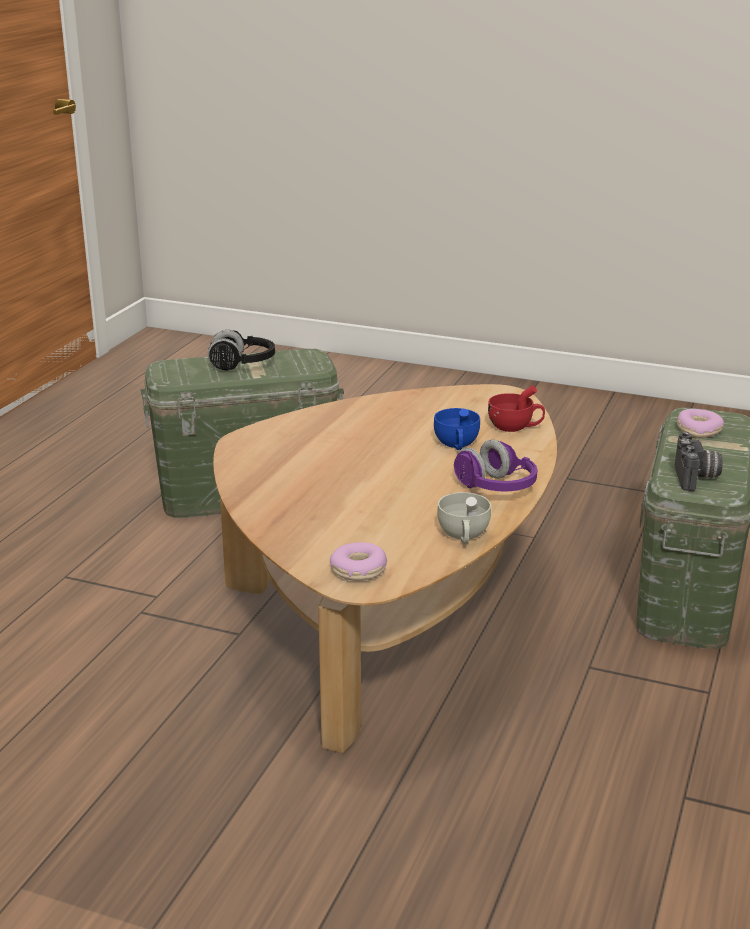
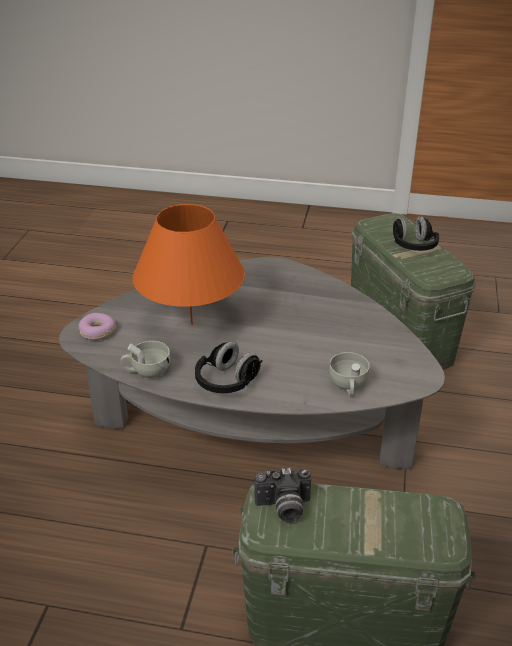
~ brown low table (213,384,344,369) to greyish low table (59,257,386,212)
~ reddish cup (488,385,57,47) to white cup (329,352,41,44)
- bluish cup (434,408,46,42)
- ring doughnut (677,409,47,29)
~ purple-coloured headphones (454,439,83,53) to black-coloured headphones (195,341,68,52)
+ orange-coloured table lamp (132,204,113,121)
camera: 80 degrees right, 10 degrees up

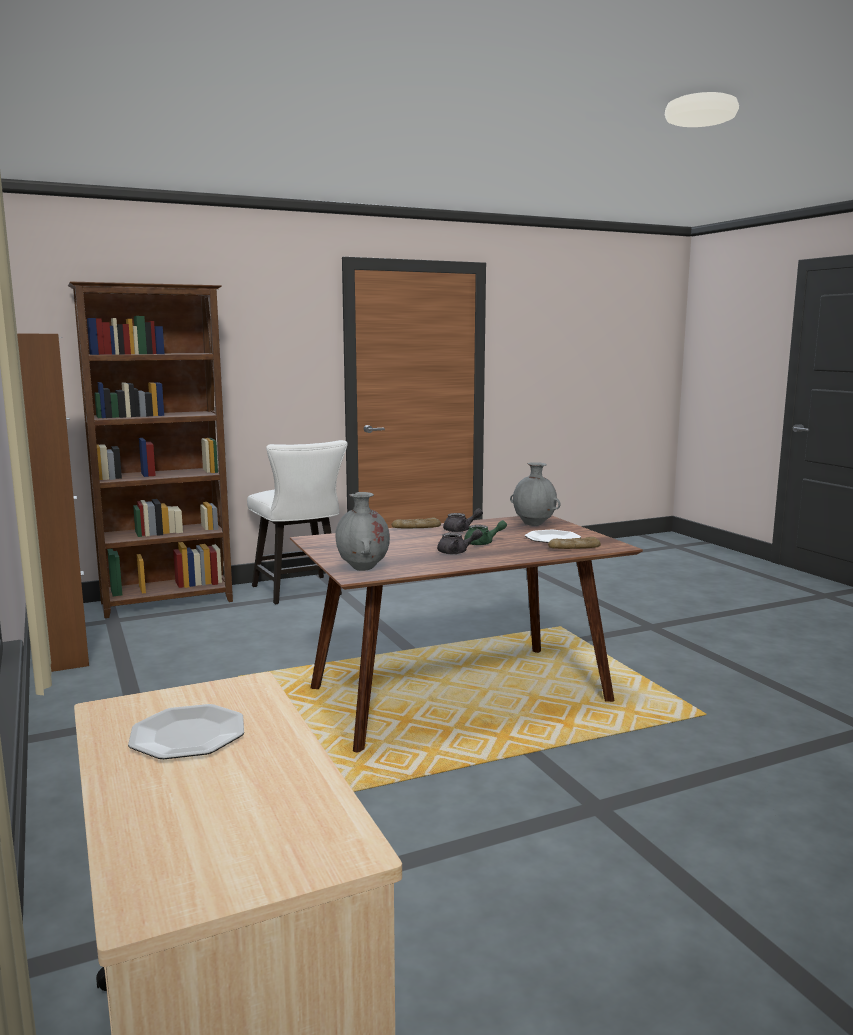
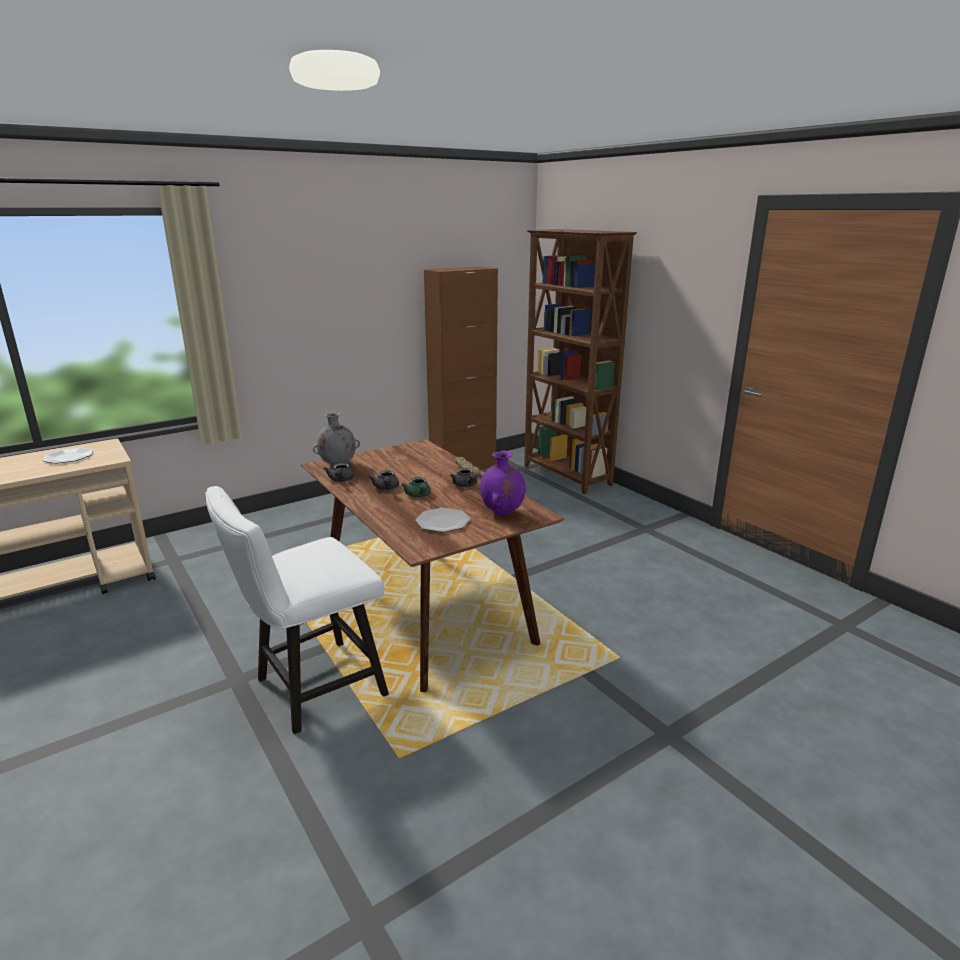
~ white plain chair (247,440,101,164) to (205,486,184,248)
~ greyish vase (510,462,51,64) to purple-coloured vase (480,451,46,65)
- baked bread (548,537,53,12)
+ greyish pot for tea (324,463,30,19)
camera: 80 degrees right, 10 degrees up

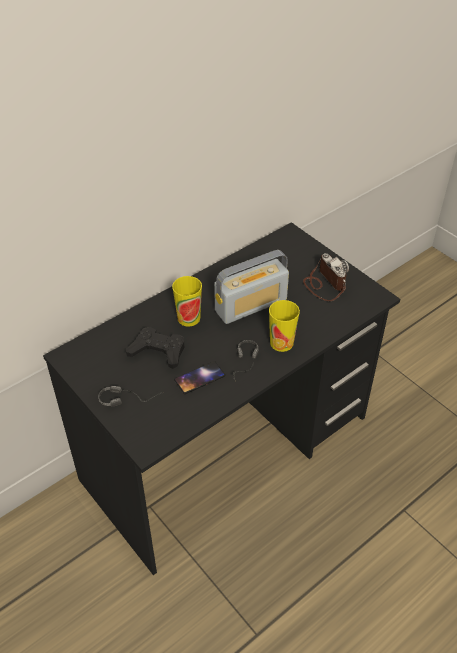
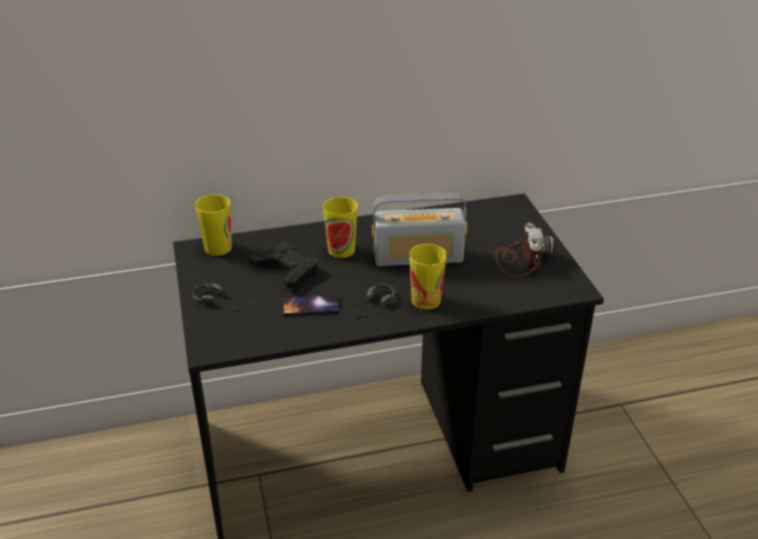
+ cup (195,195,37,61)
camera: 25 degrees right, 10 degrees down

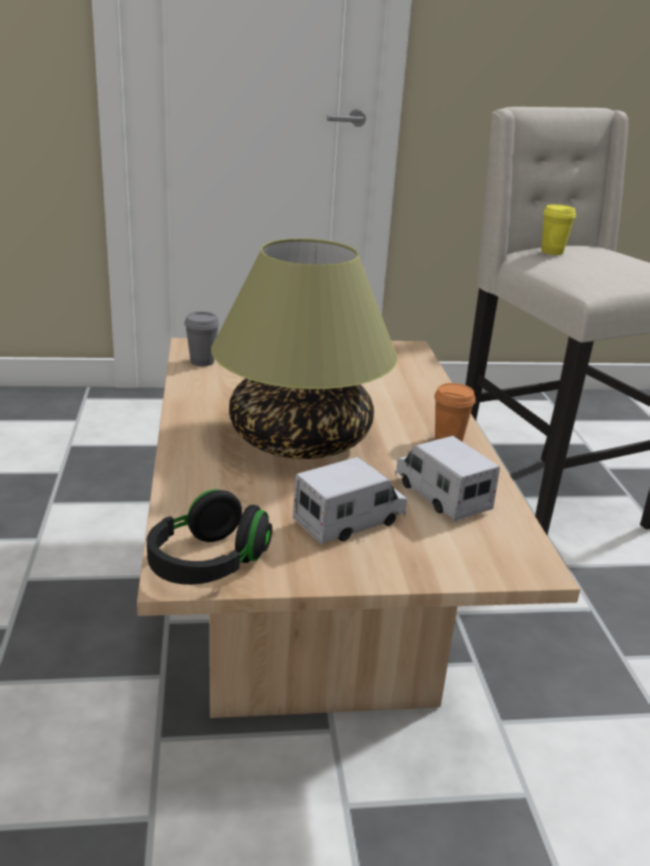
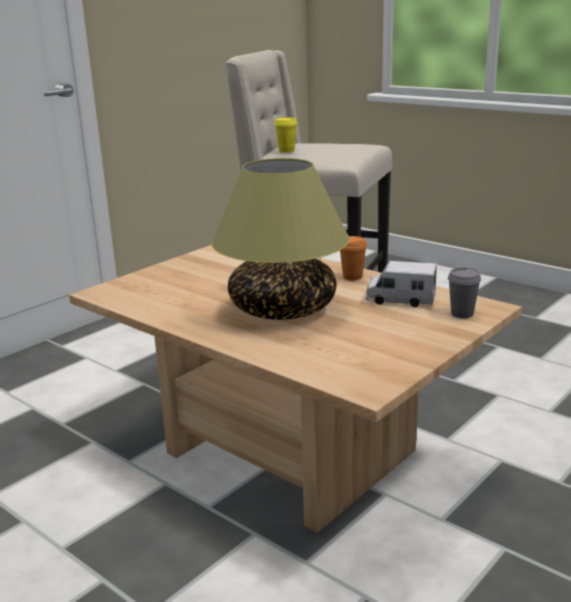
~ greyish cup (184,311,36,55) to (448,267,33,51)
- toy truck (293,457,114,88)
- black-coloured headphones (147,489,125,96)
camera: 40 degrees left, 5 degrees down

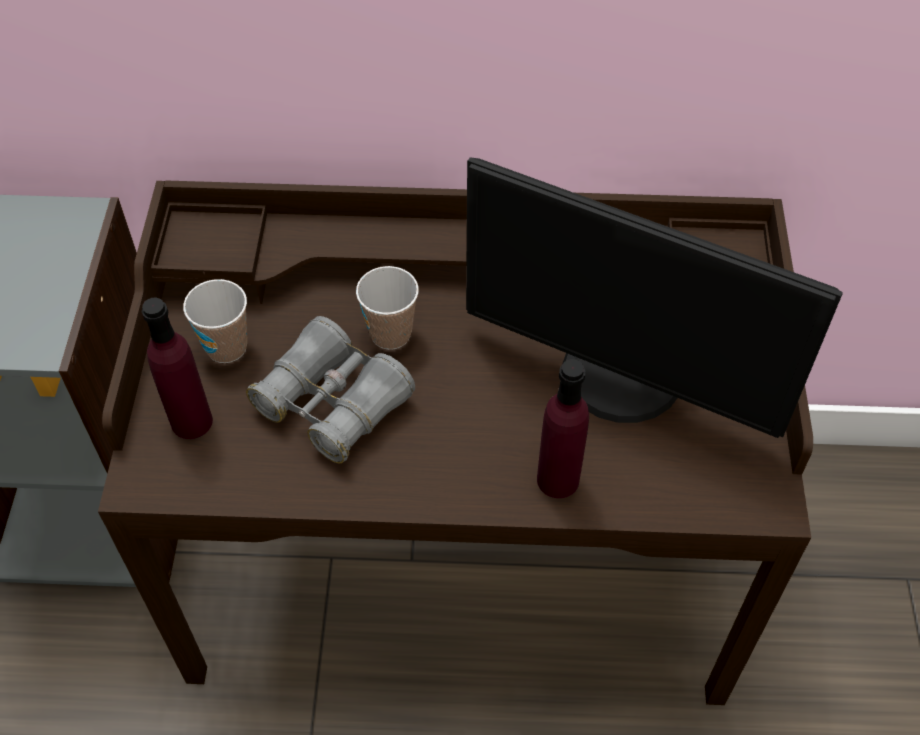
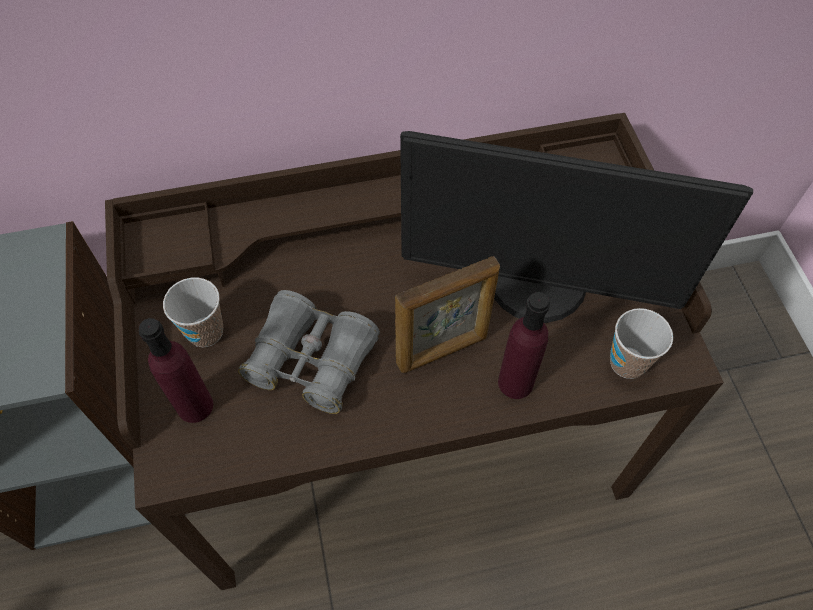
~ cup (356,266,63,84) to (610,308,63,71)
+ photo frame (395,256,105,117)
camera: 15 degrees left, 5 degrees up

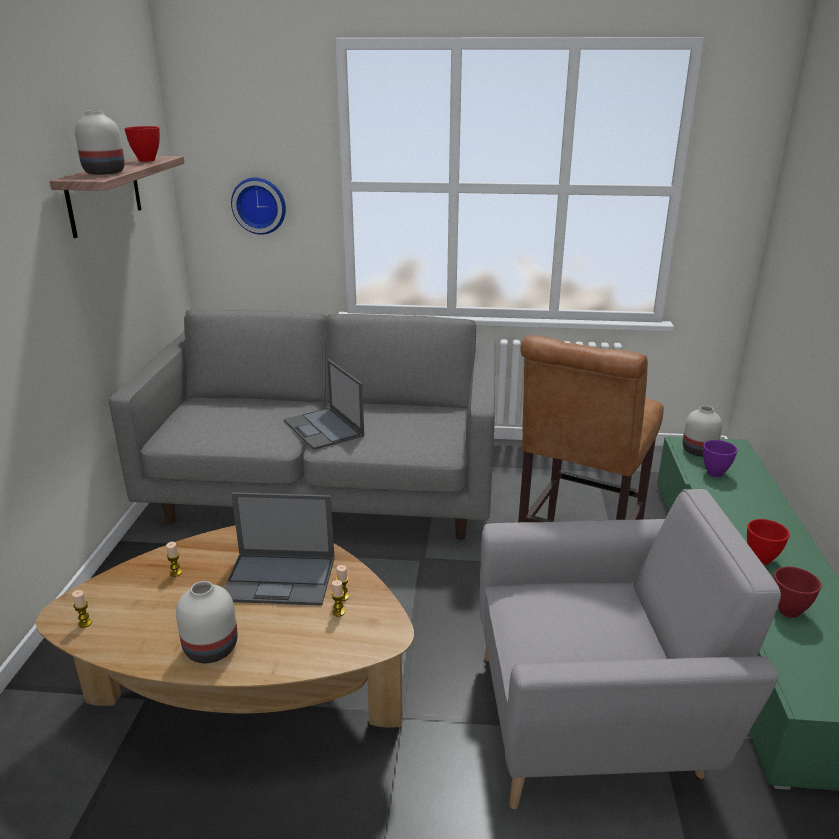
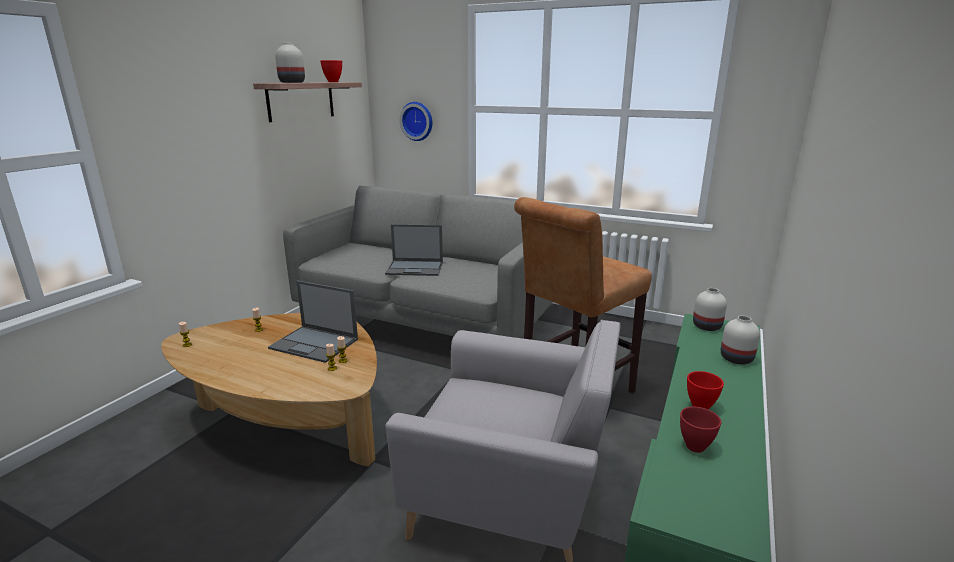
~ notebook computer (284,359,80,91) = (385,224,58,52) 75 degrees counterclockwise
- purple-coloured serving bowl (703,440,35,37)
~ white vase (176,581,62,82) to (721,316,39,49)
camera: 20 degrees right, 5 degrees down

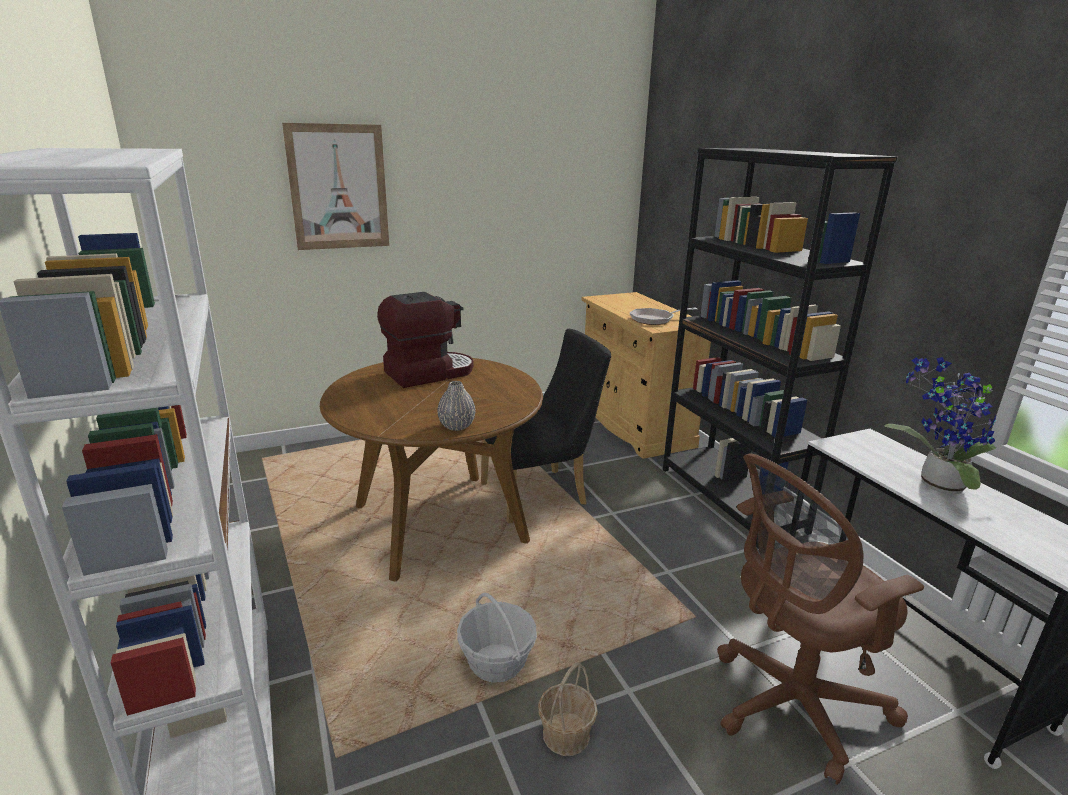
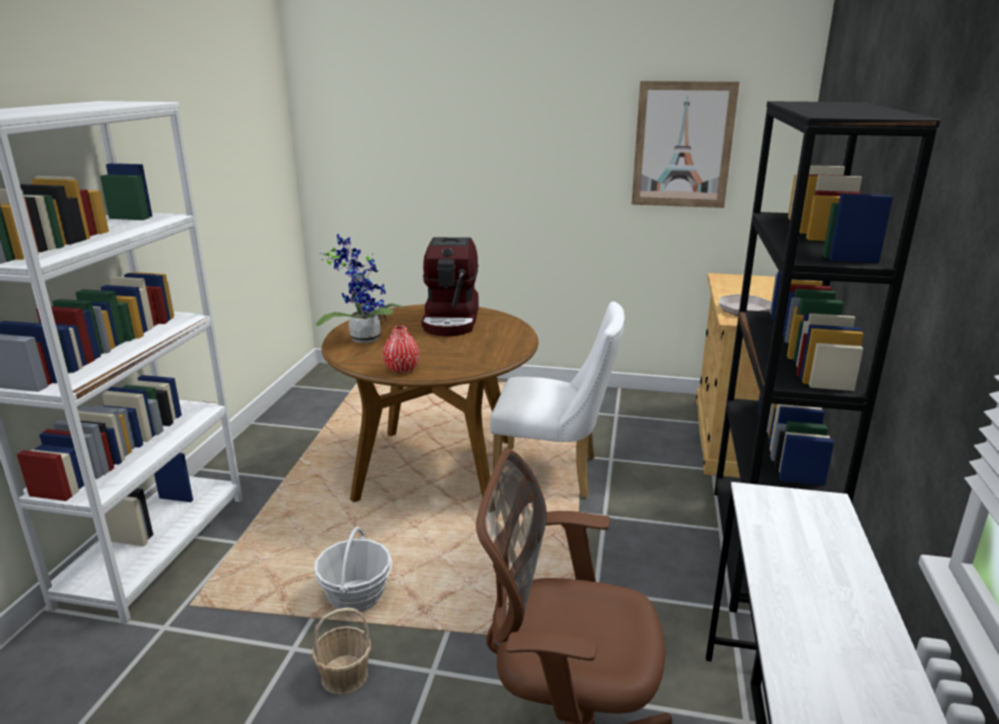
~ picture (282,123,107,127) to (631,81,108,127)
~ coffee brewer (377,292,97,96) = (421,237,58,99) 90 degrees clockwise
~ black-coloured plain chair (481,329,130,195) to white plain chair (490,301,135,197)
~ potted plant (885,357,111,138) to (316,234,90,109)
~ greyish vase (437,381,38,50) to reddish vase (383,325,37,49)
camera: 35 degrees right, 0 degrees up

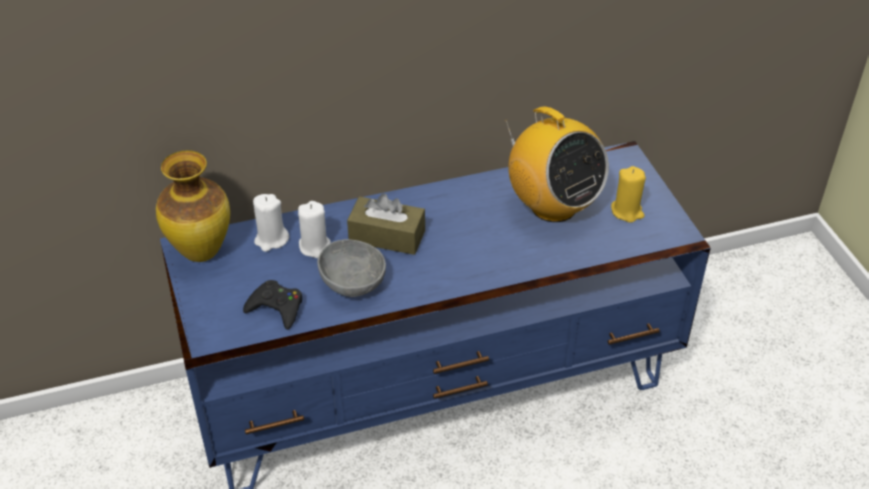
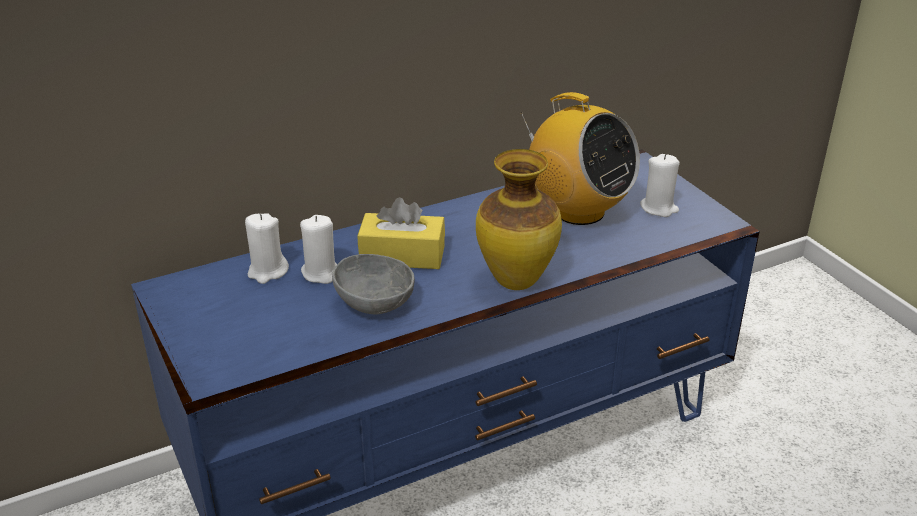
~ vase (156,150,74,112) to (476,149,86,141)
~ yellowish wax candle (611,166,35,57) to white wax candle (640,154,40,63)
~ brown box of tissues (347,193,78,62) to yellowish box of tissues (357,197,88,72)
- black-coloured gamepad (243,280,59,50)
camera: 10 degrees left, 10 degrees down

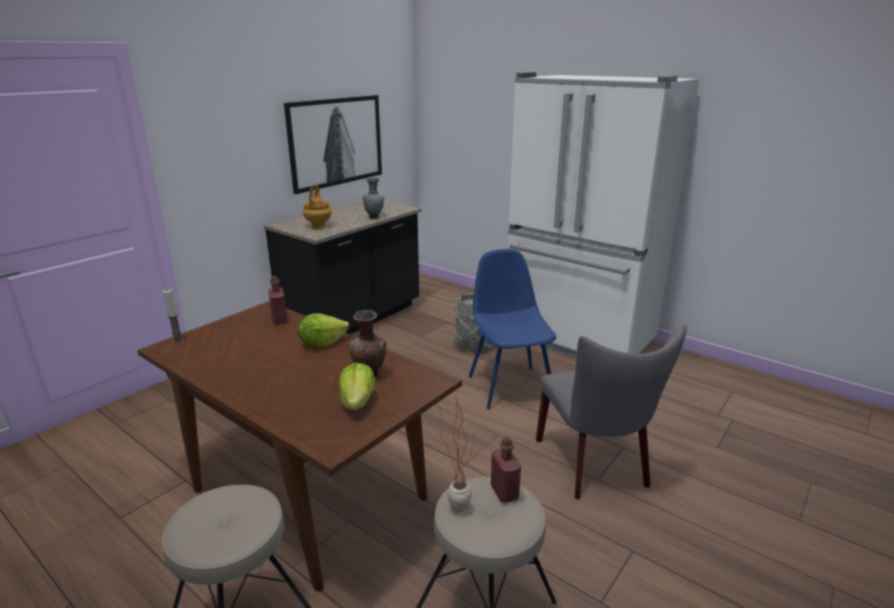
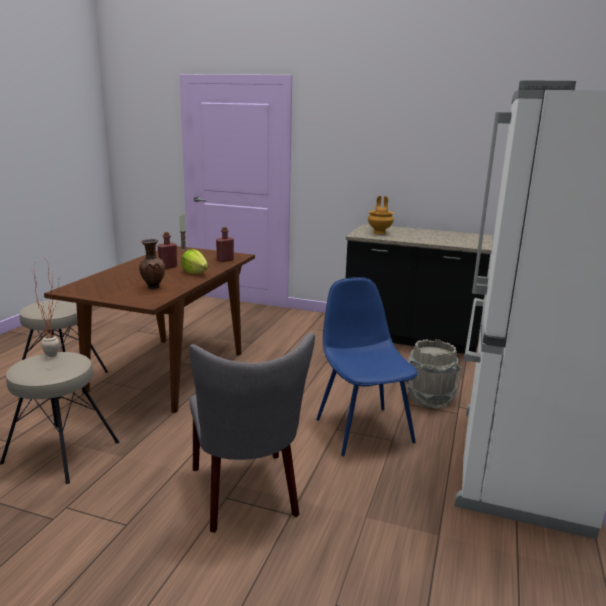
- picture (284,95,98,99)
- greyish vase (363,178,21,41)
~ bluish plain chair (469,249,87,160) = (316,277,102,179) 75 degrees counterclockwise
~ greyish plain chair (536,324,151,176) = (189,333,126,200) 75 degrees counterclockwise
- head of lettuce (339,363,37,47)
~ reddish beverage bottle (491,437,30,66) to (157,232,20,37)
camera: 70 degrees right, 5 degrees down

